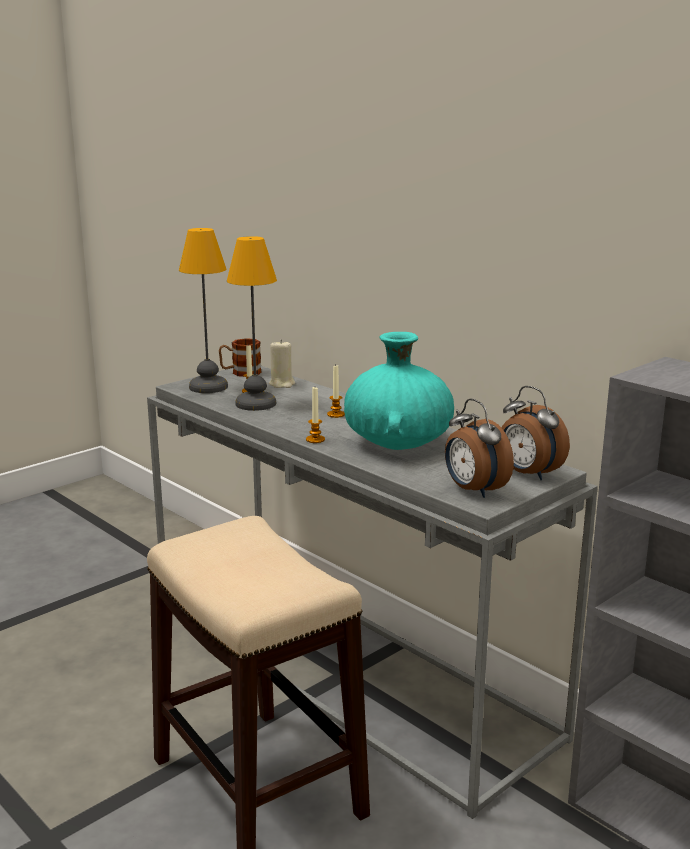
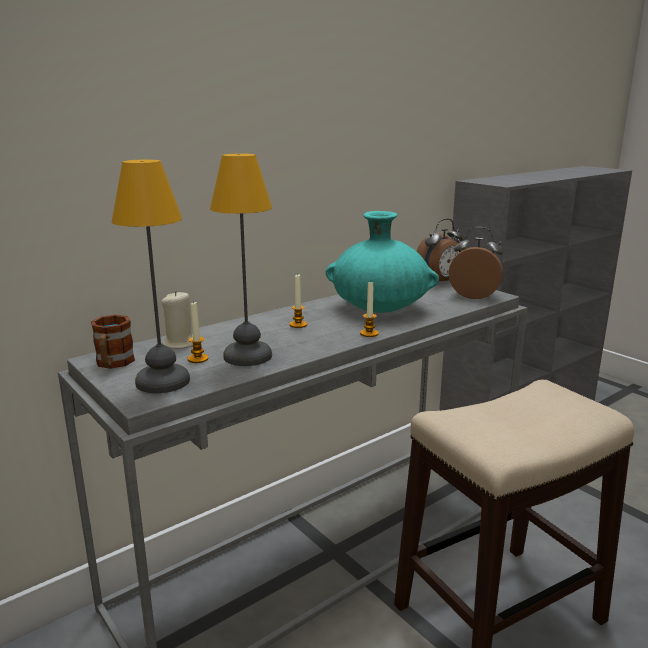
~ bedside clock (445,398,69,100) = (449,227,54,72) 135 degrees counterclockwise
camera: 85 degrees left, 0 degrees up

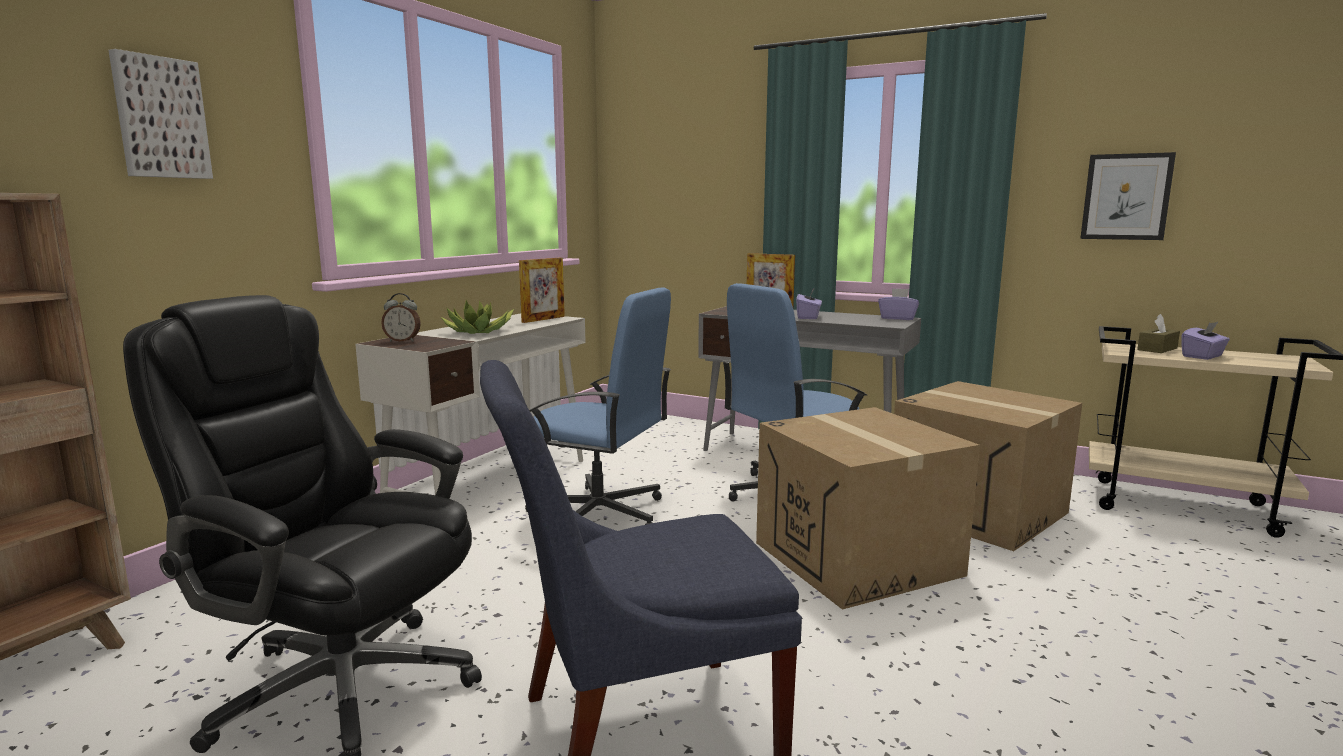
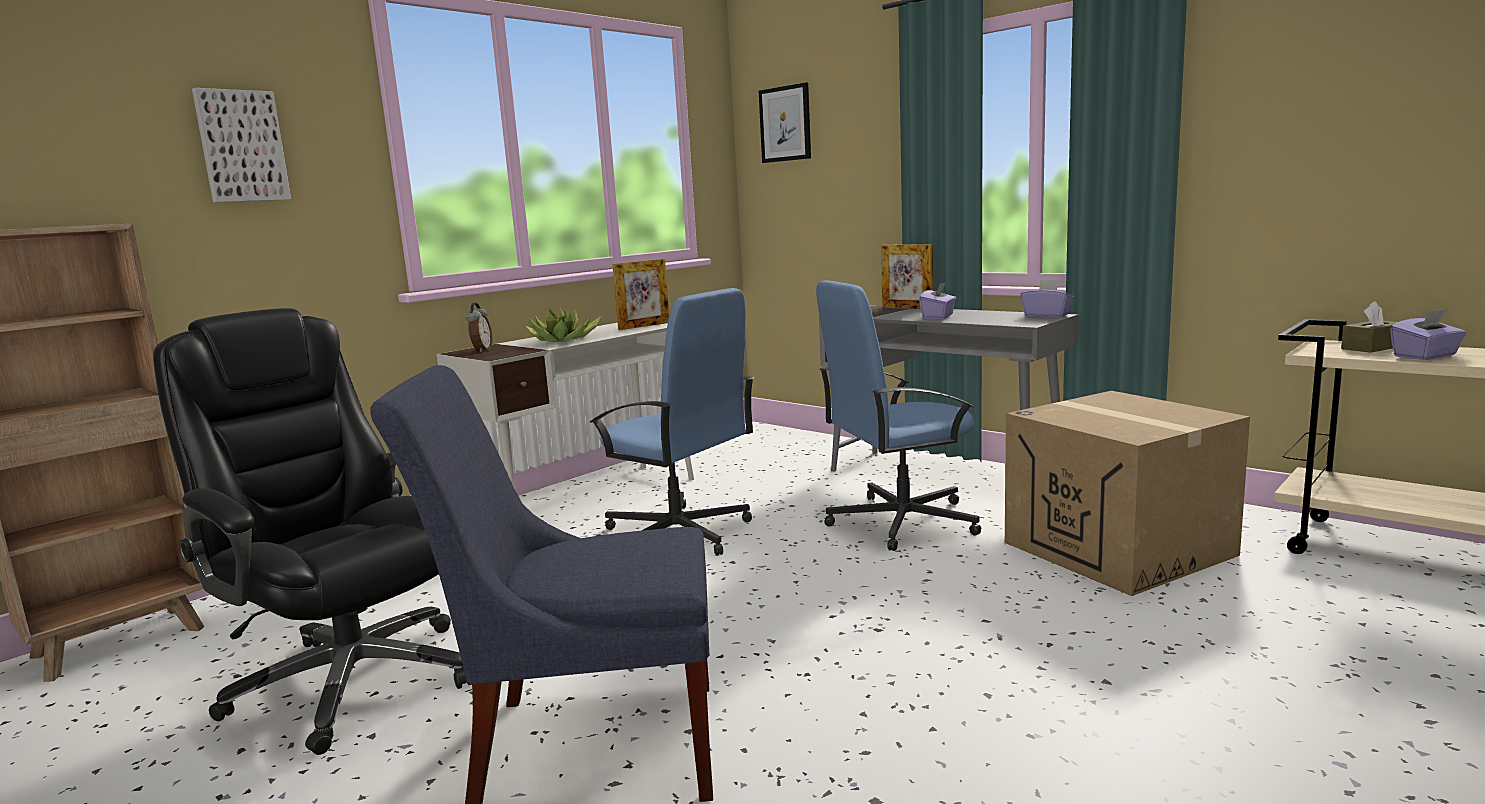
~ picture (1080,152,96,88) to (759,83,52,80)
~ bedside clock (381,293,40,49) = (466,303,27,49) 105 degrees counterclockwise
- carton (756,407,224,203)
camera: 15 degrees right, 0 degrees up

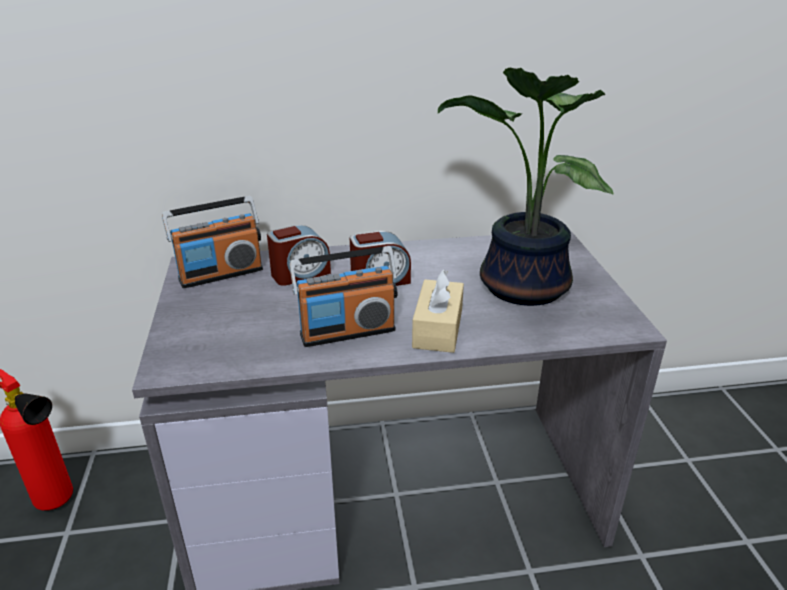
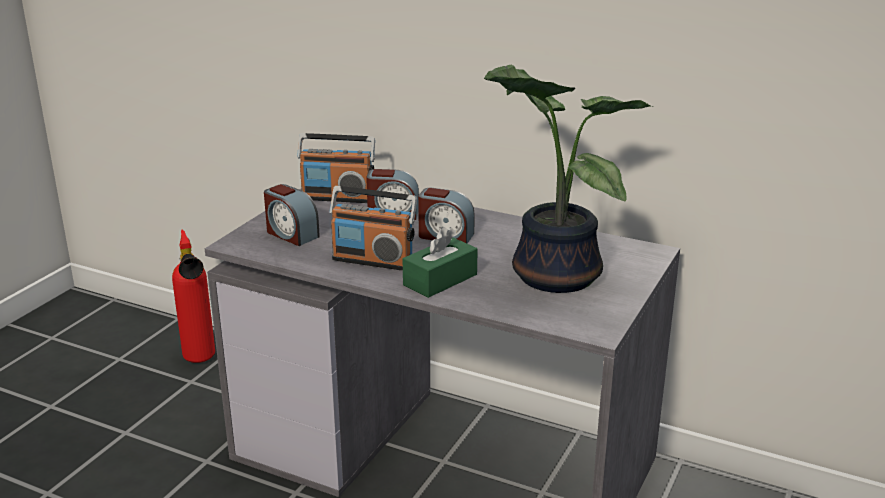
~ beige box of tissues (412,269,52,84) to green box of tissues (403,227,75,71)
+ bedside clock (264,184,56,62)
camera: 35 degrees right, 5 degrees down

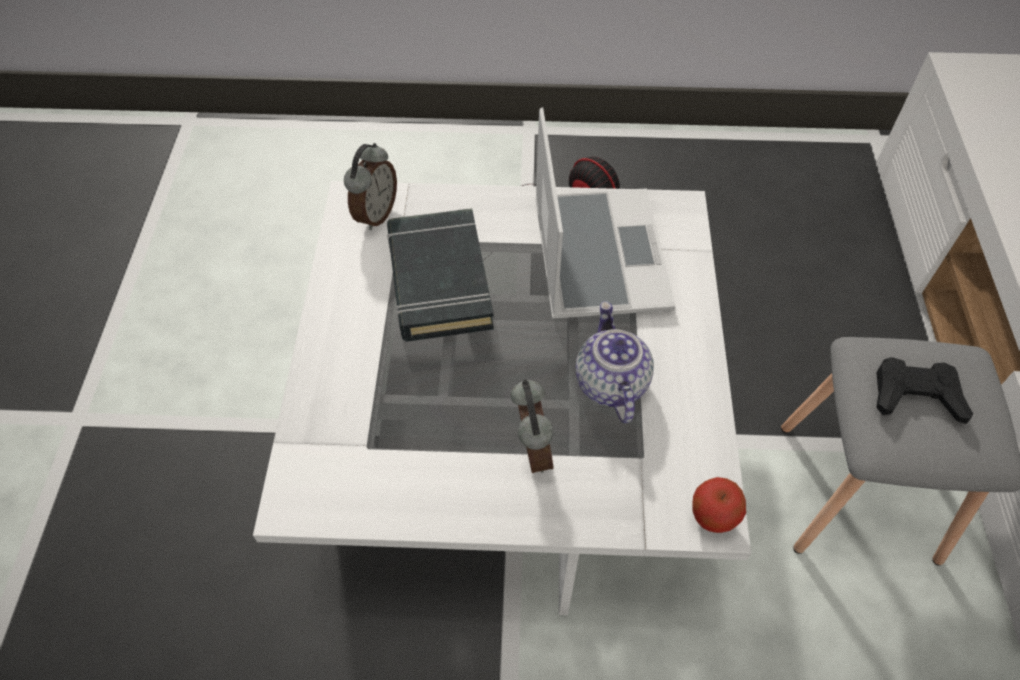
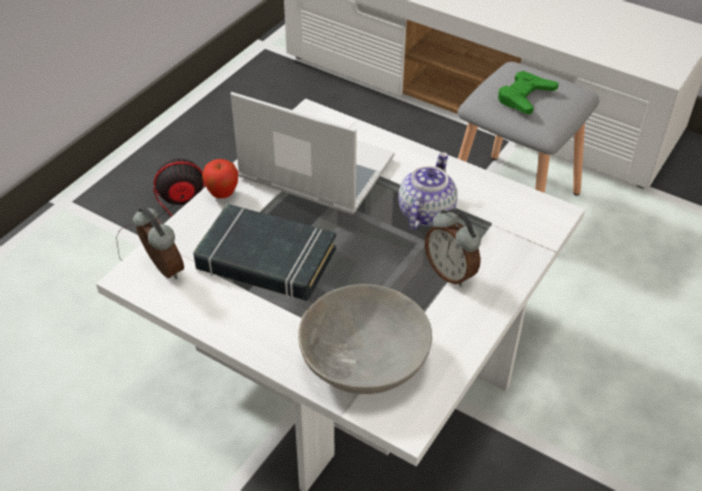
~ pot for tea (576,301,78,122) = (398,152,60,78) 90 degrees clockwise
~ black-coloured gamepad (876,357,97,67) to green gamepad (498,71,61,43)
~ bedside clock (511,379,43,94) = (425,209,56,78) 150 degrees counterclockwise
~ apple fruit (692,477,54,56) to (202,159,36,39)
+ greyish serving bowl (298,284,134,110)
camera: 60 degrees left, 10 degrees down

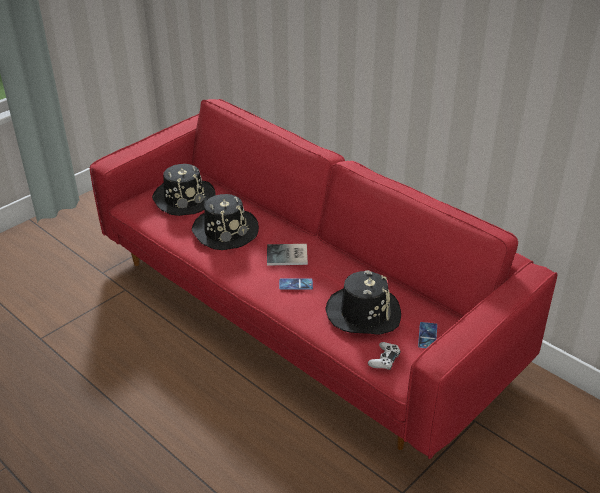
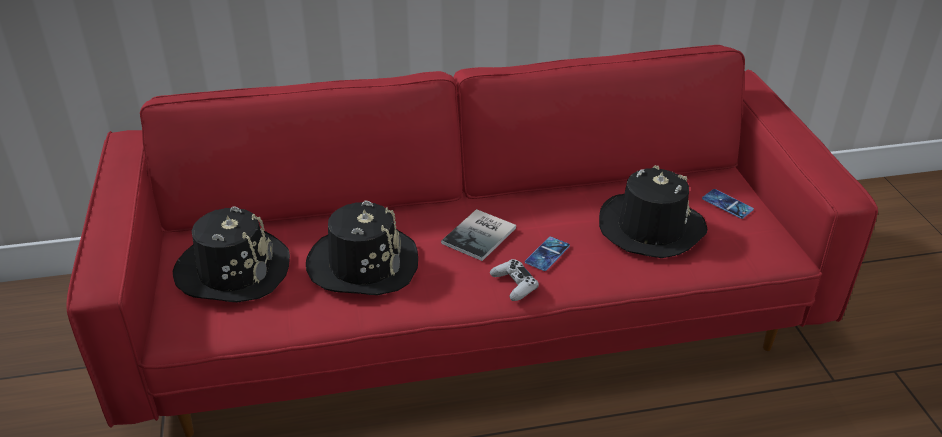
~ white gamepad (368,342,33,28) to (490,259,49,42)
camera: 55 degrees left, 0 degrees up

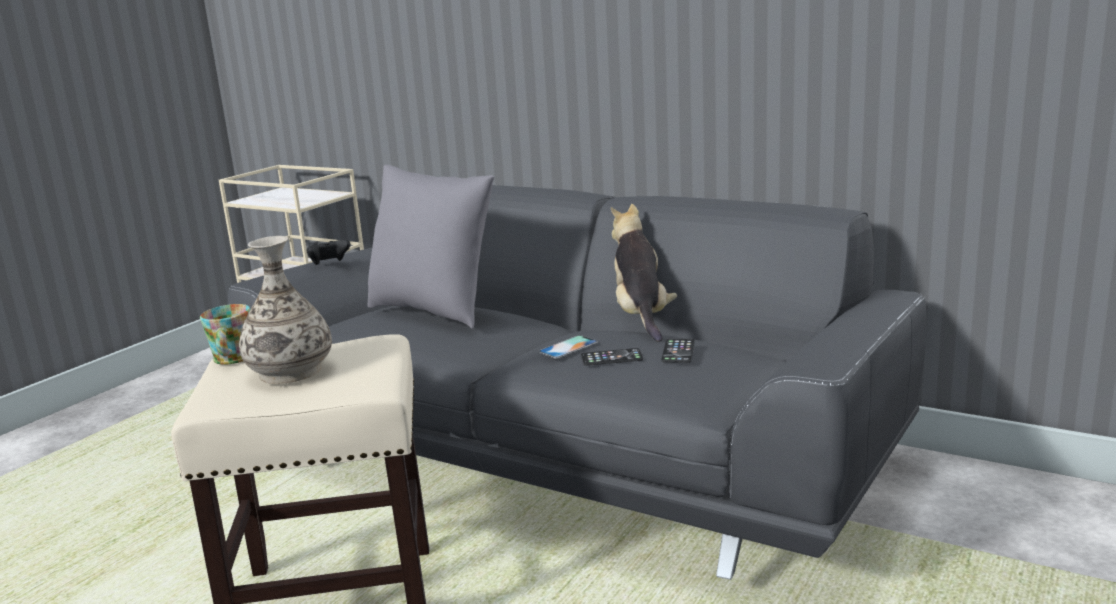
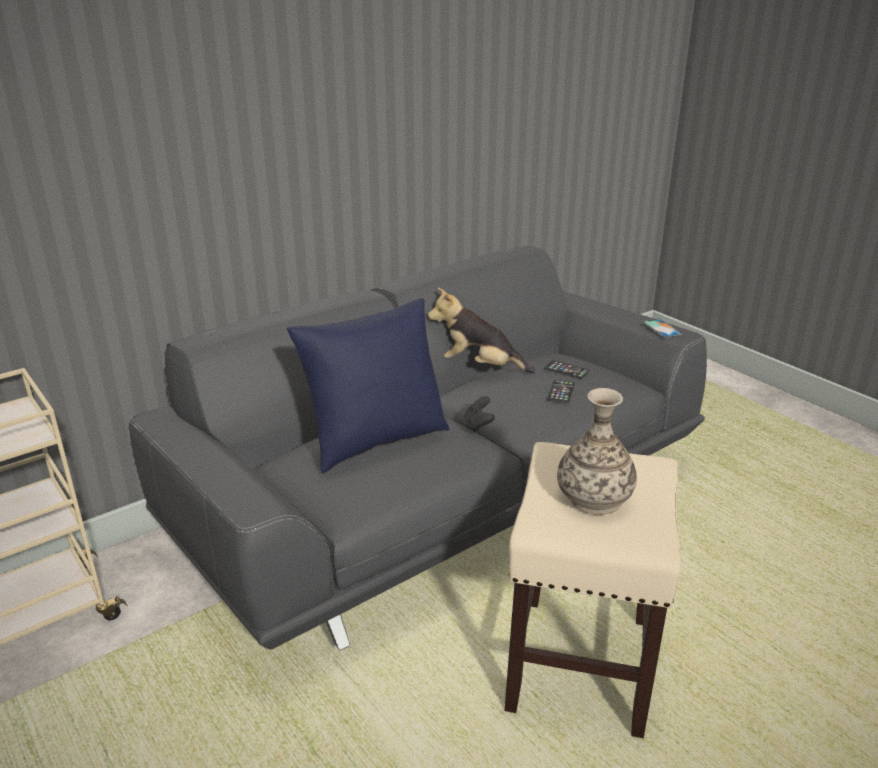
~ greyish cushion (368,165,127,164) to bluish cushion (287,298,163,175)
~ black-coloured gamepad (306,240,45,25) to (465,396,30,36)
- tea mug (200,304,50,61)
~ phone (539,335,59,24) to (643,319,39,19)
camera: 70 degrees left, 10 degrees up

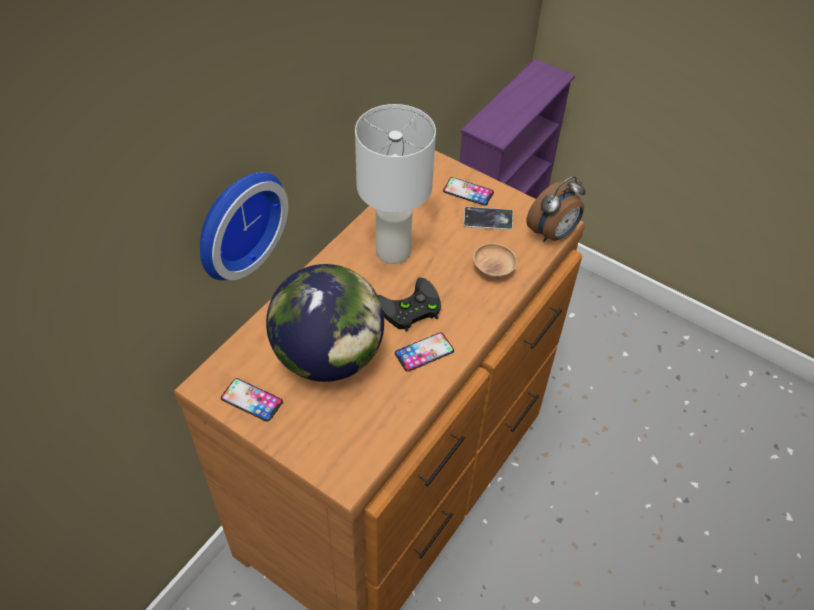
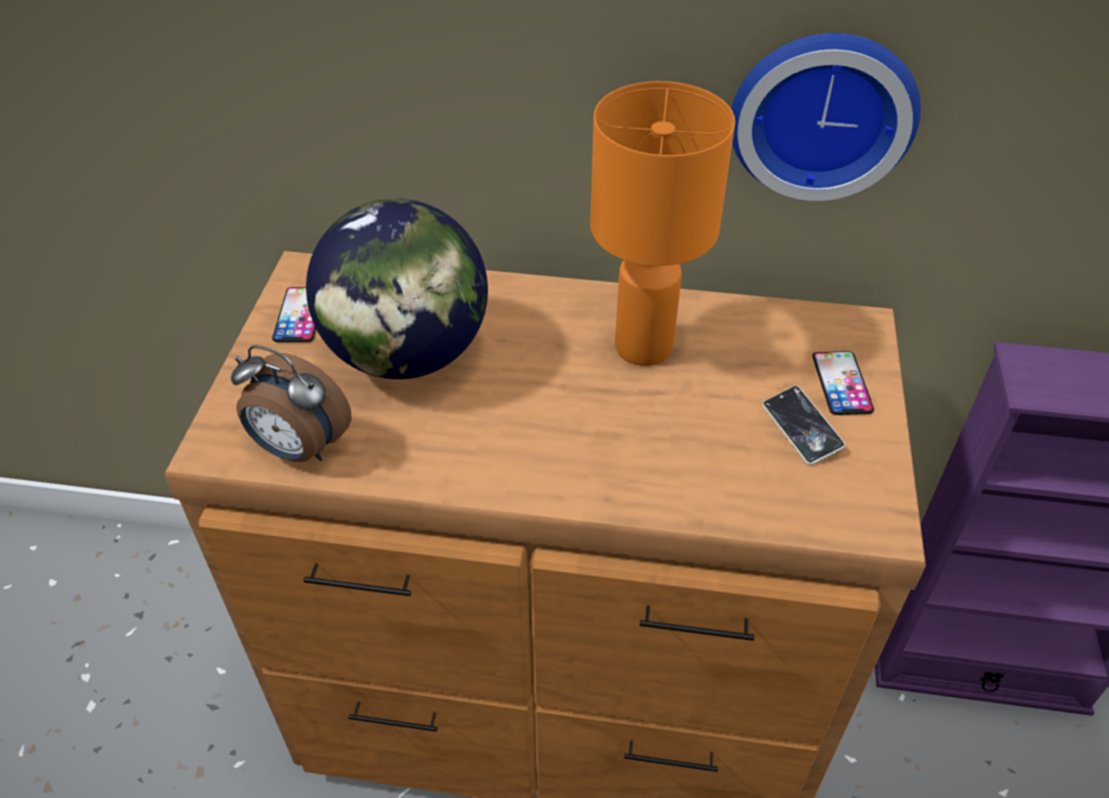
~ white table lamp (355,104,81,160) to orange-coloured table lamp (590,81,145,285)
~ clock on the wall (200,172,88,108) to (731,33,190,168)
~ bedside clock (526,176,60,66) to (231,345,121,117)
- brown serving bowl (473,243,44,36)
- black-coloured gamepad (378,277,63,55)
- phone (395,333,59,39)
camera: 65 degrees right, 5 degrees down

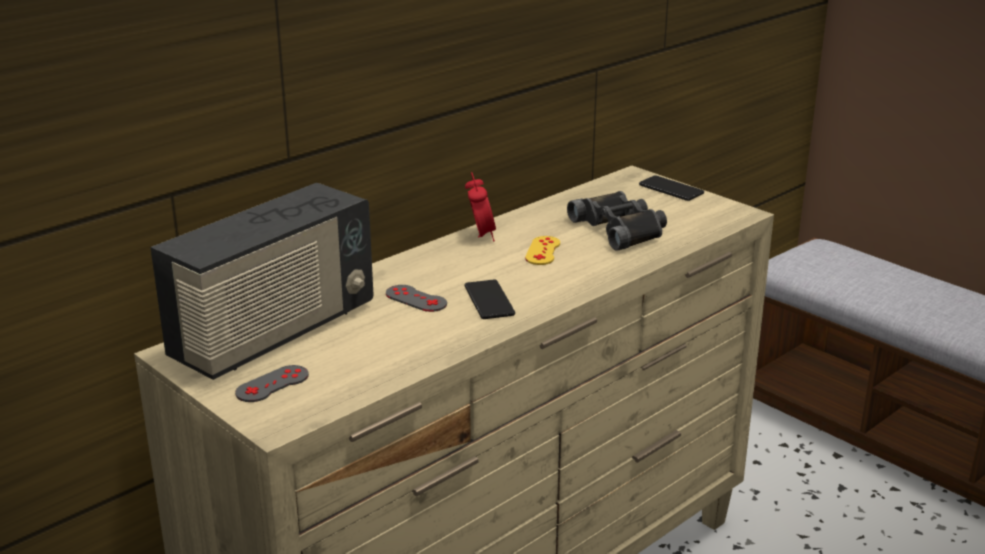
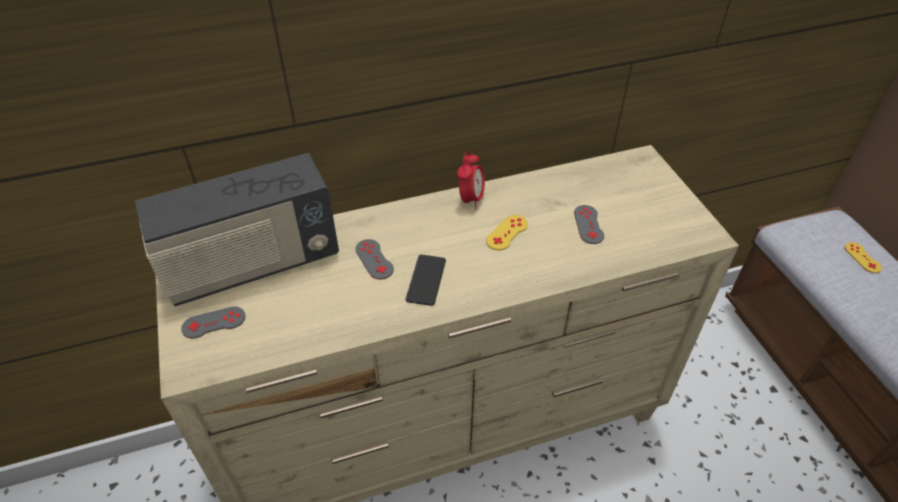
- phone (639,175,65,26)
~ black-coloured pair of binoculars (567,191,100,60) to greyish gamepad (574,205,30,39)
+ yellowish gamepad (845,242,37,31)
camera: 25 degrees right, 20 degrees up

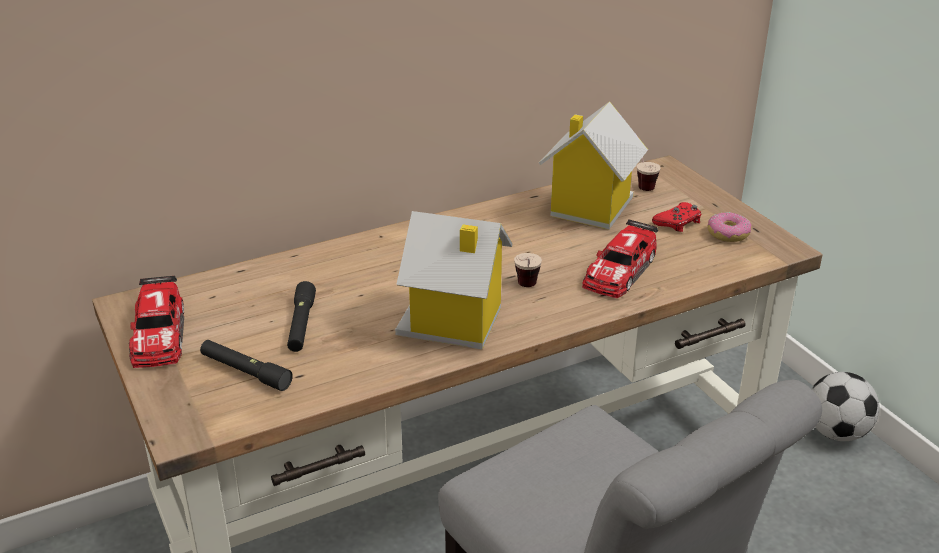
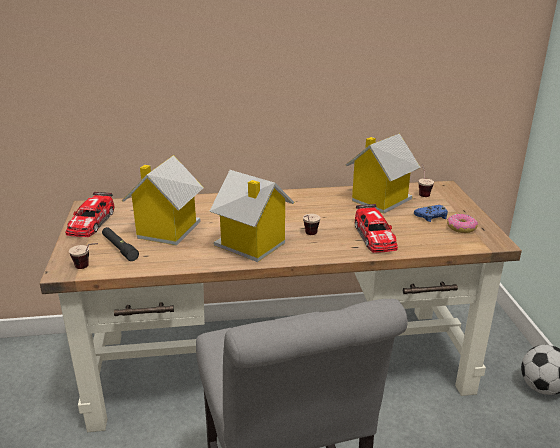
~ reddish gamepad (652,202,49,30) to bluish gamepad (414,205,34,17)
~ toy car (582,219,76,79) = (355,204,43,49) 60 degrees counterclockwise
~ black-coloured hand torch (287,281,29,71) to toy house (121,155,83,91)
+ cup (69,243,29,26)
camera: 20 degrees right, 5 degrees down

